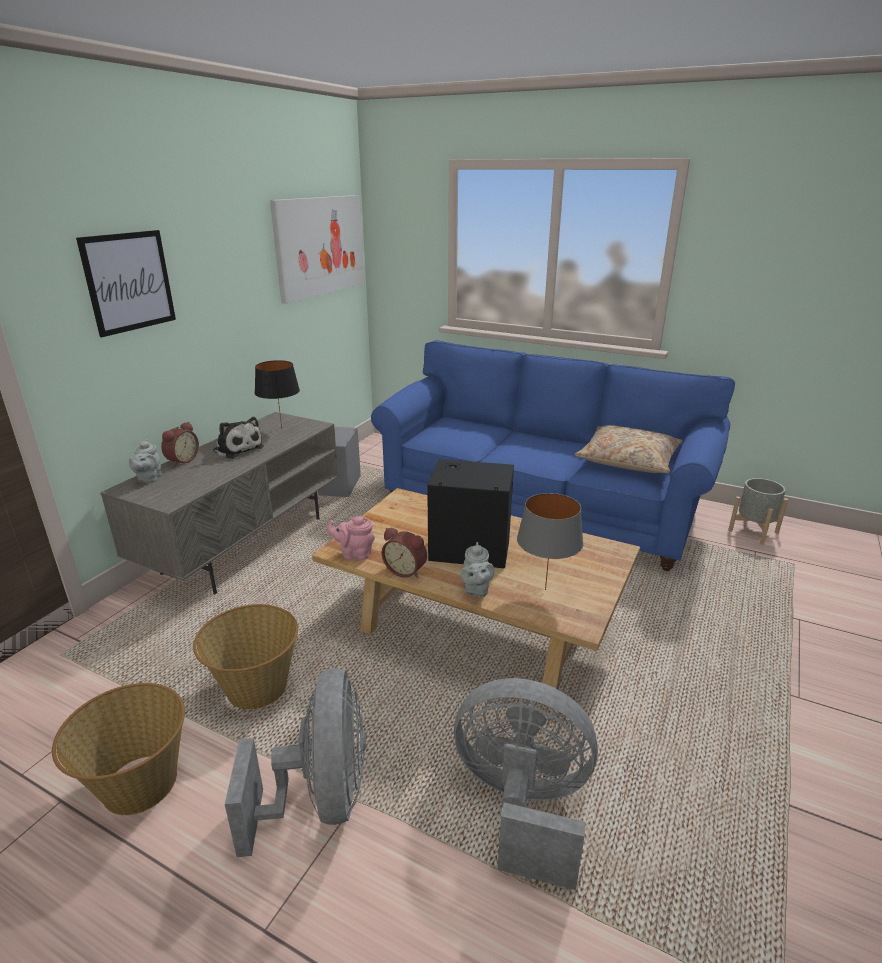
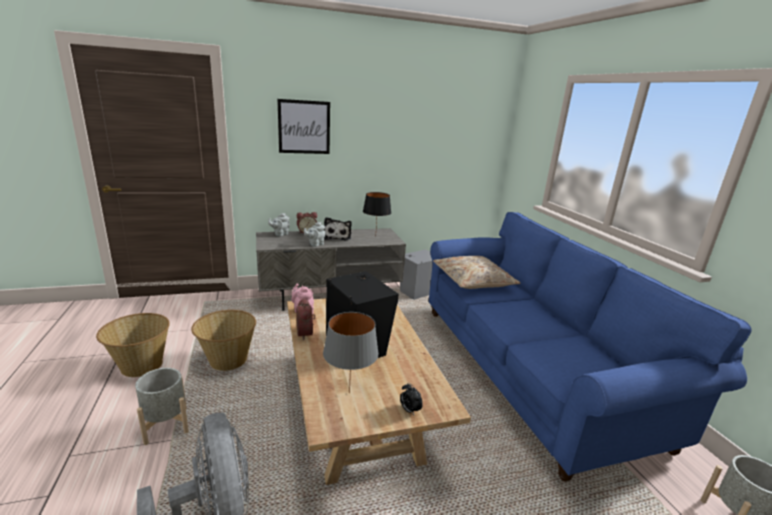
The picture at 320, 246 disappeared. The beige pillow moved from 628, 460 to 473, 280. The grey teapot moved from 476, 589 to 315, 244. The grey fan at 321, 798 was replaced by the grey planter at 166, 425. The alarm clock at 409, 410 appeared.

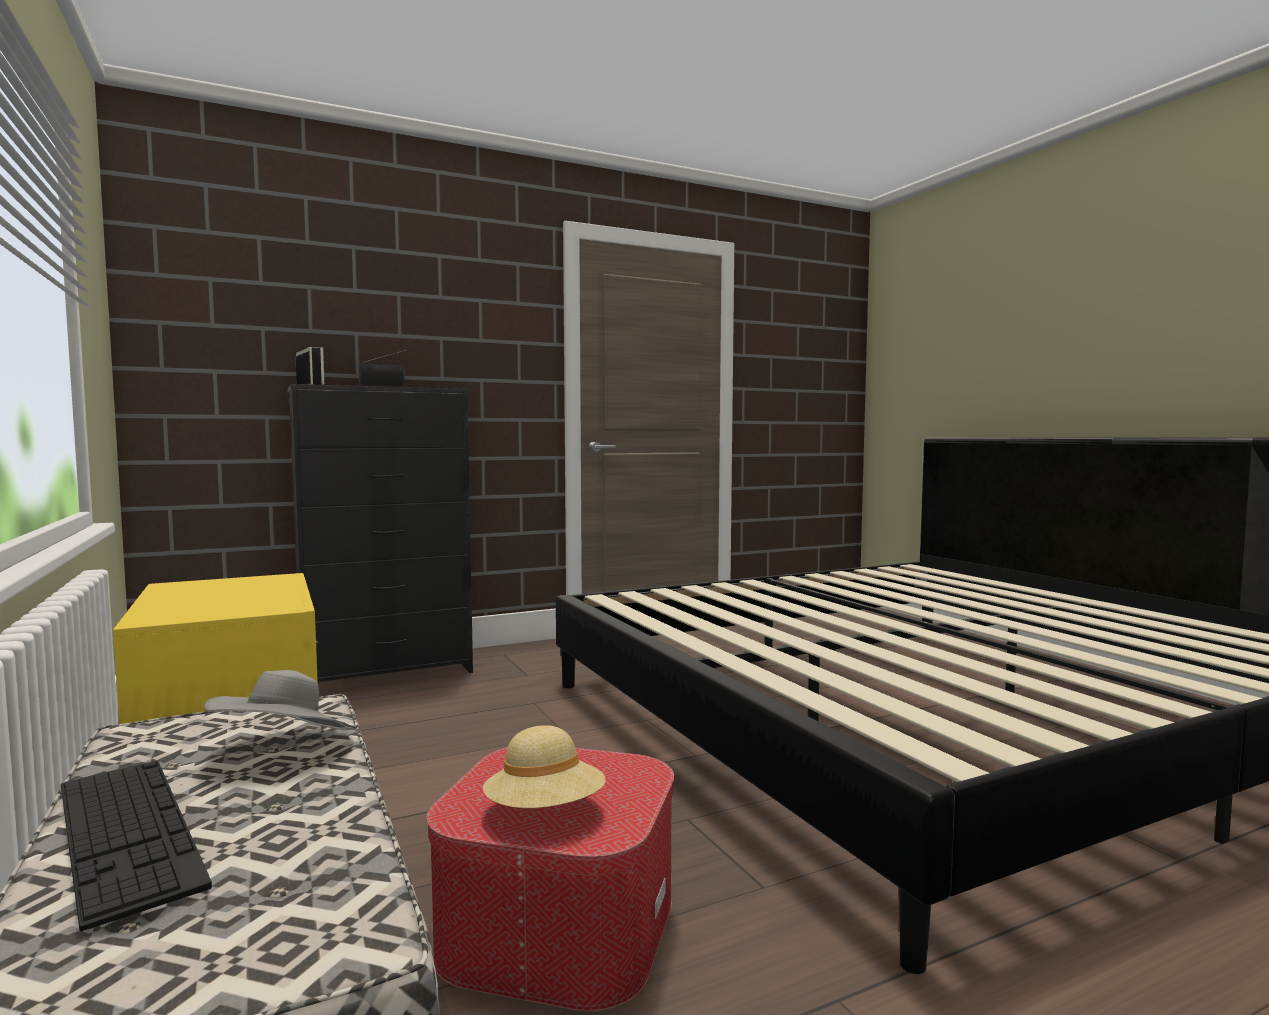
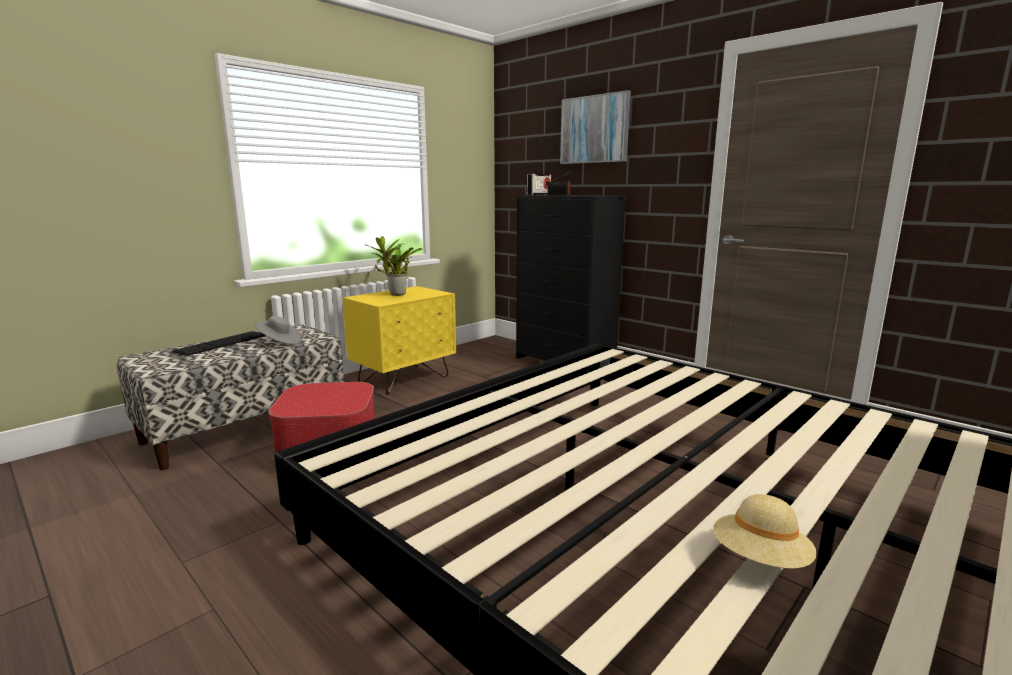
The beige hat moved from 545, 812 to 760, 560. The picture at 594, 129 appeared. The potted plant at 395, 295 appeared.

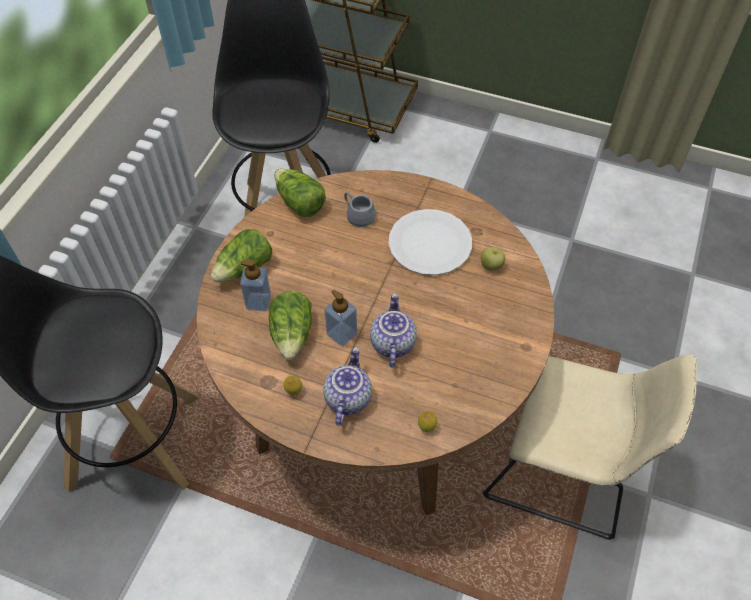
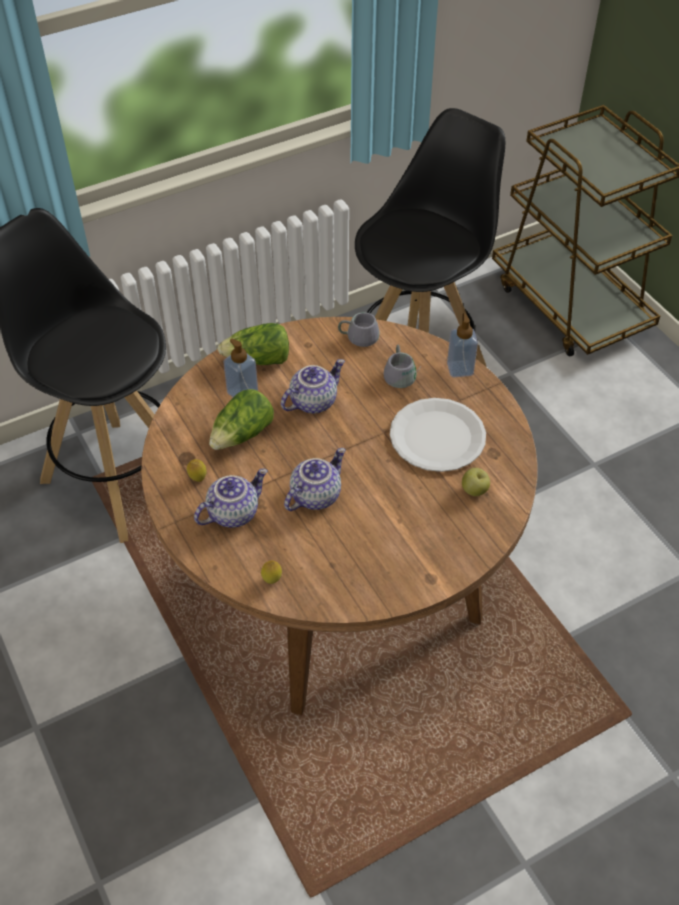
The lettuce at 299, 202 was replaced by the grey mug at 358, 334. The soap dispenser moved from 342, 334 to 460, 369. The beige chair at 566, 470 disappeared. The teapot at 313, 401 appeared.

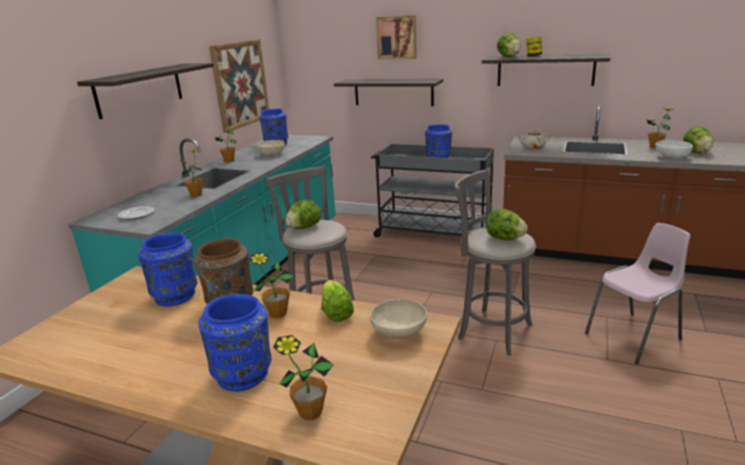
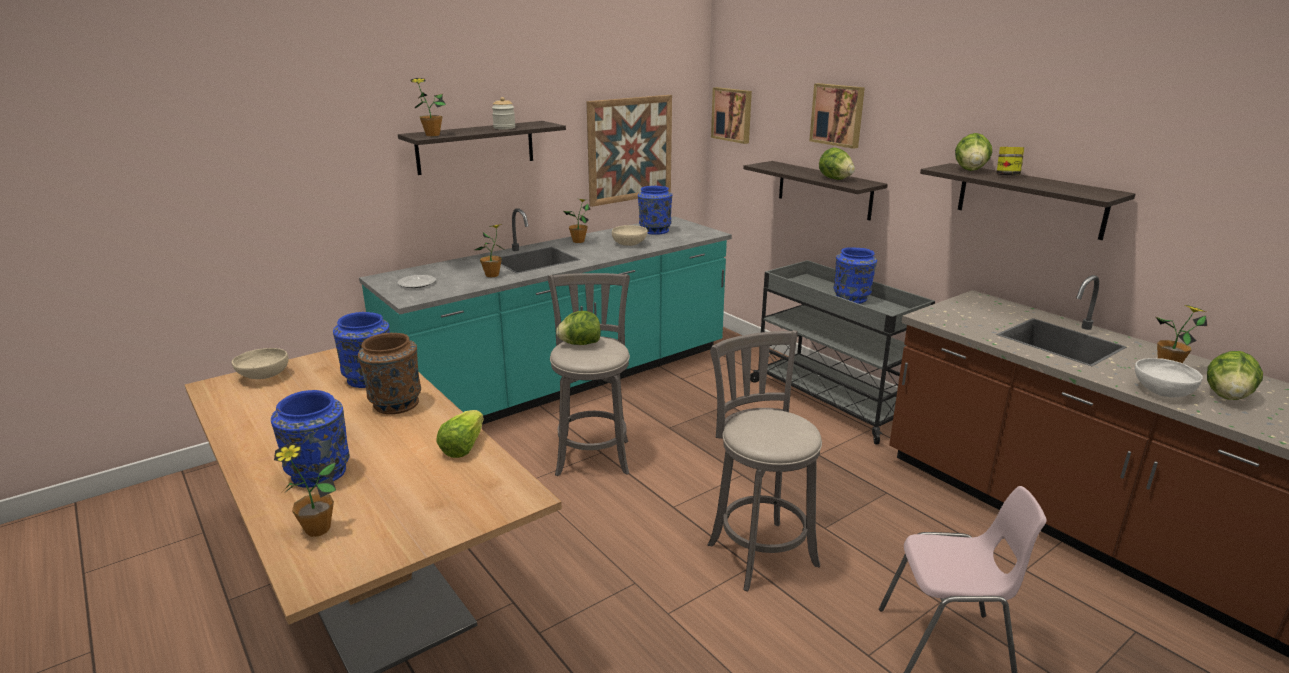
The beige teapot at 532, 147 disappeared. The lettuce moved from 505, 238 to 835, 179. The potted plant moved from 278, 314 to 432, 135. The beige bowl moved from 399, 333 to 263, 376. The picture at 732, 114 appeared. The jar at 504, 128 appeared.

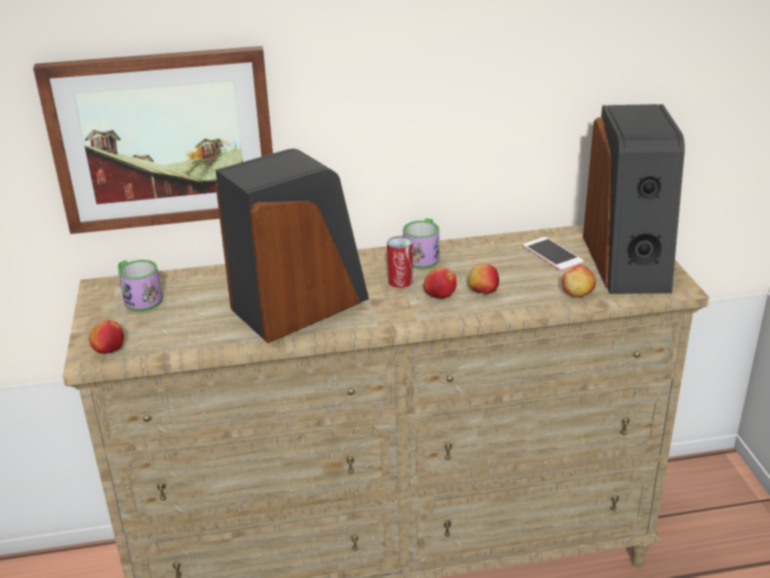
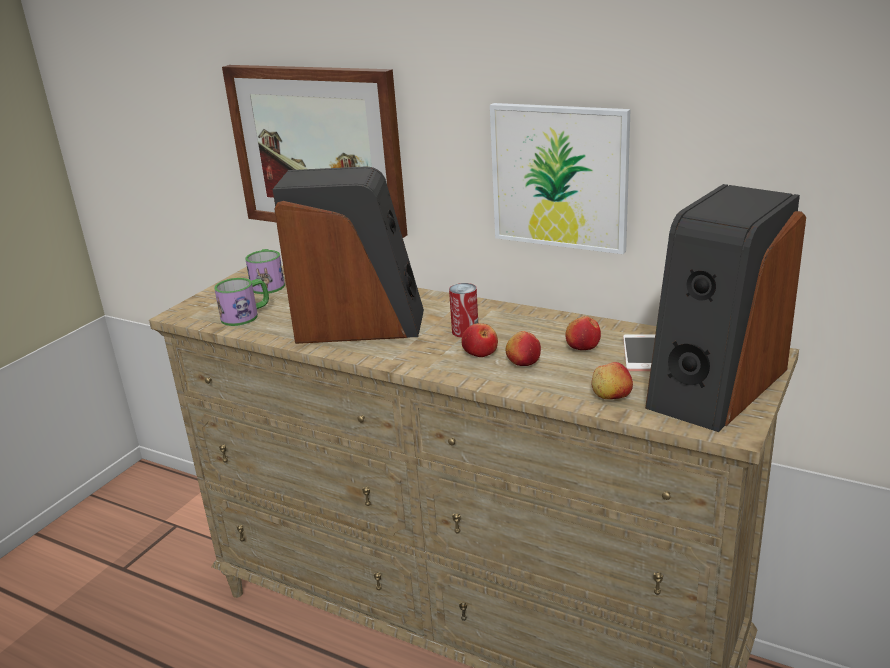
The mug moved from 423, 256 to 246, 315. The apple moved from 108, 349 to 582, 347. The picture at 559, 177 appeared.

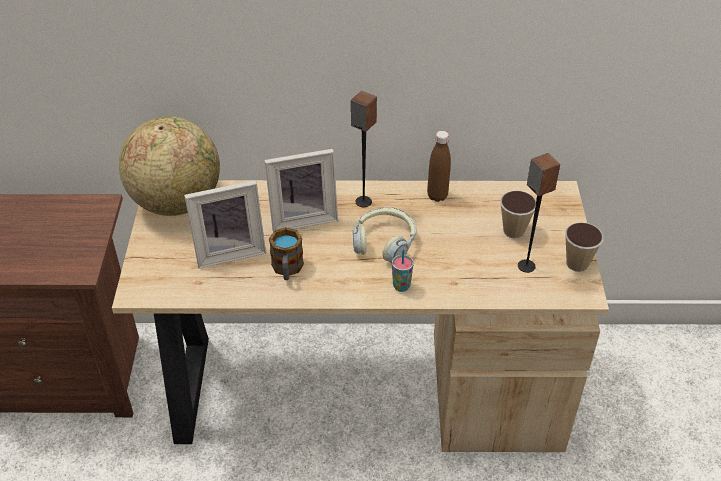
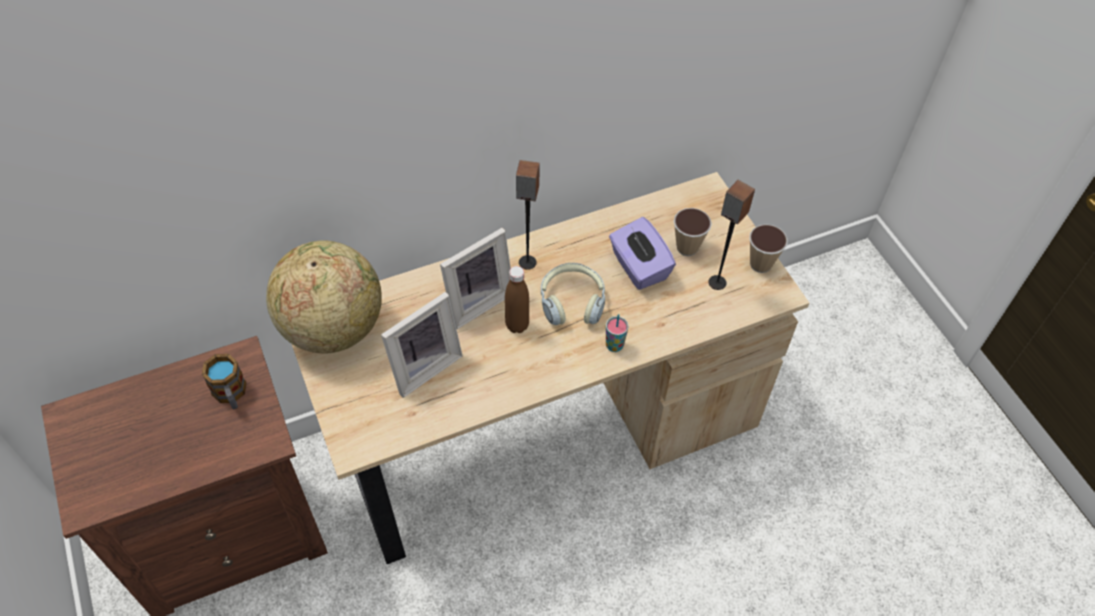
The brown bottle moved from 437, 196 to 517, 325. The mug moved from 287, 269 to 231, 395. The purple tissue box at 638, 267 appeared.

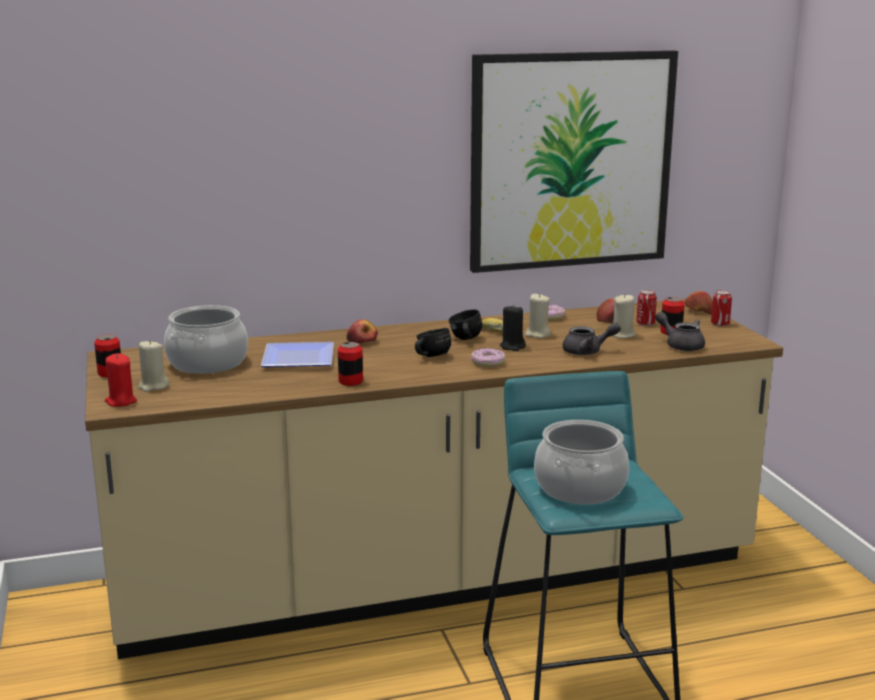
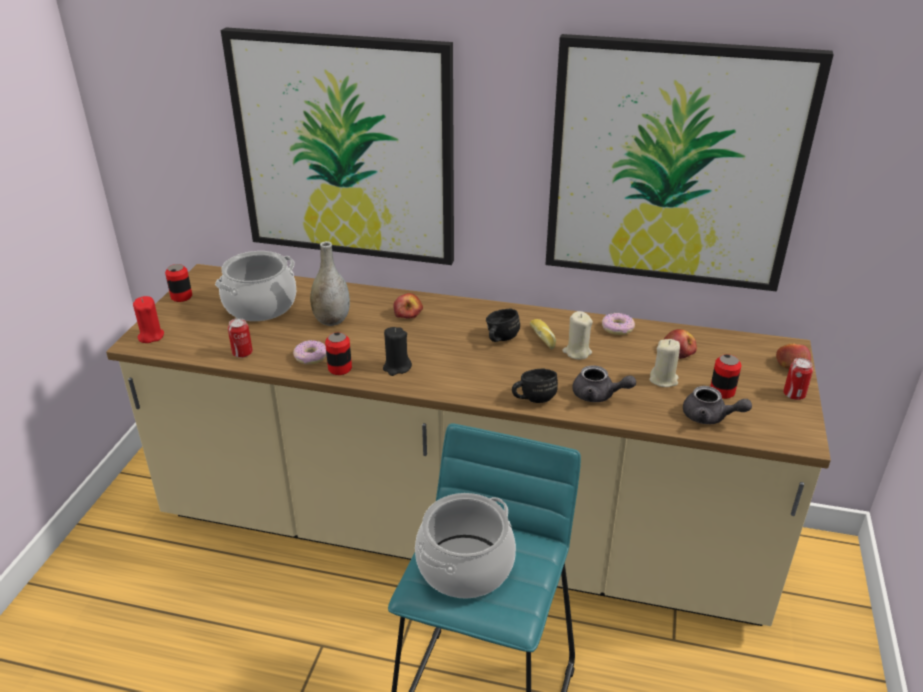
The can moved from 645, 323 to 242, 353. The black candle moved from 512, 346 to 396, 367. The grey teapot at 681, 345 turned 135 degrees clockwise. The black mug moved from 430, 357 to 533, 398. The beige candle at 153, 386 disappeared. The plate at 296, 358 was replaced by the grey vase at 332, 320. The donut moved from 488, 363 to 310, 357. The picture at 345, 149 appeared.

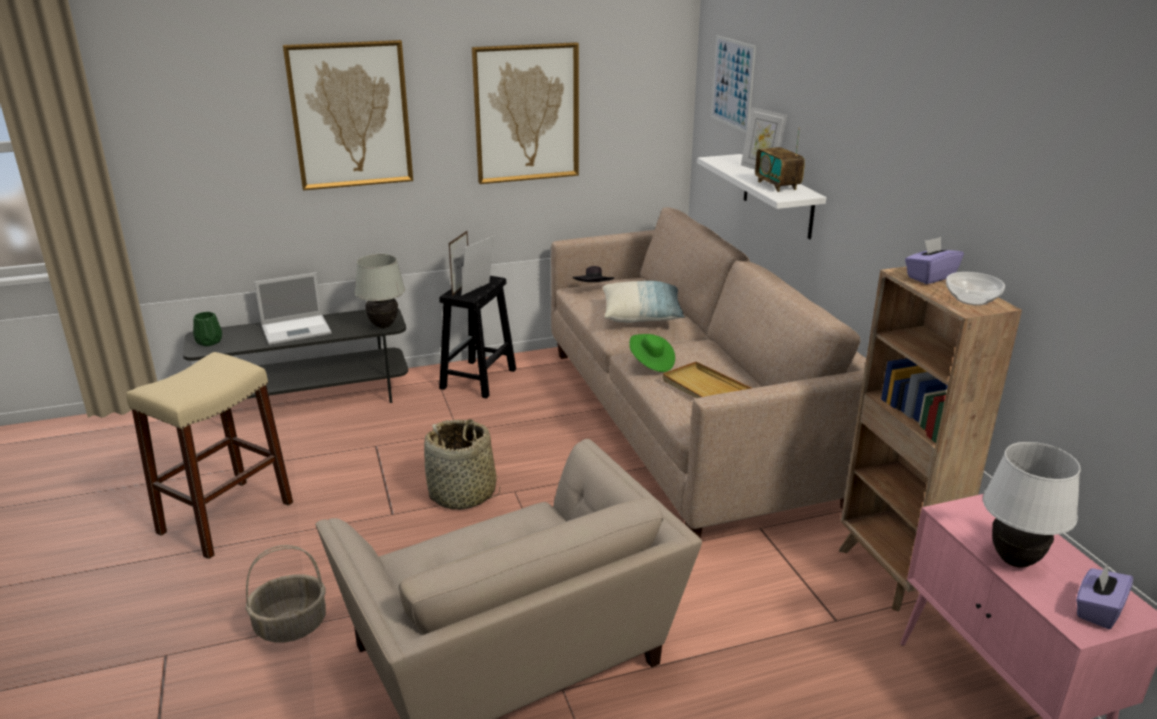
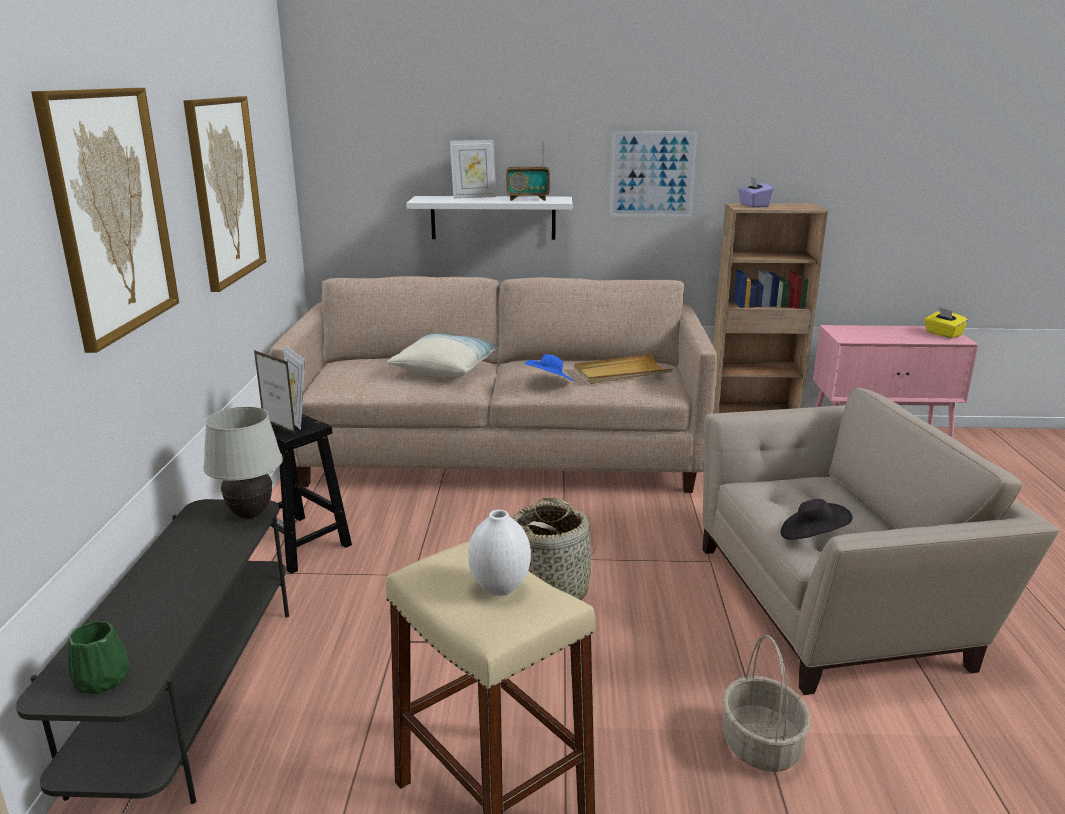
The picture moved from 732, 83 to 652, 174. The black hat moved from 593, 289 to 812, 537. The laptop at 297, 329 disappeared. The bowl at 970, 299 disappeared. The green hat at 651, 363 became the blue hat at 550, 383. The white table lamp at 1015, 561 disappeared. The purple tissue box at 1097, 610 became the yellow tissue box at 943, 334. The white vase at 499, 588 appeared.

